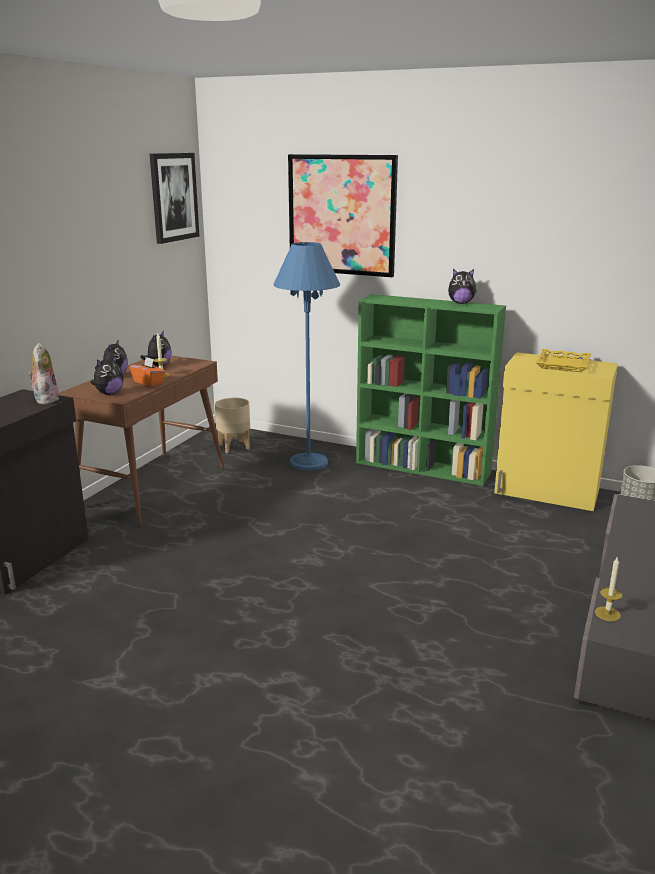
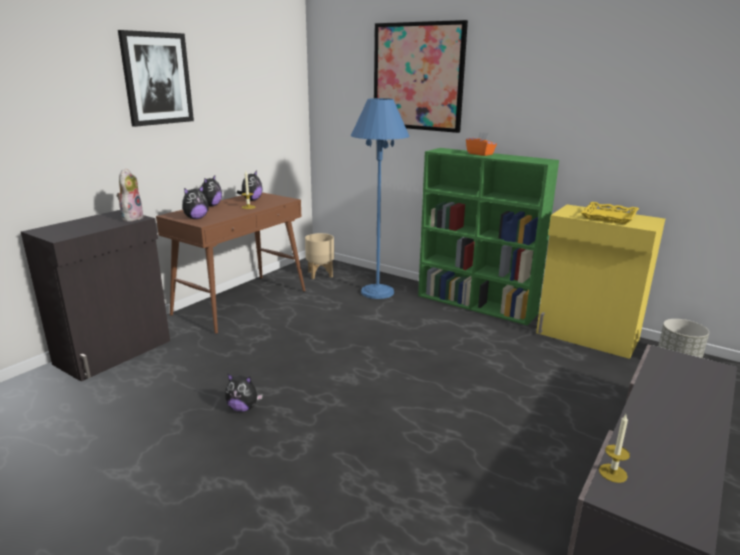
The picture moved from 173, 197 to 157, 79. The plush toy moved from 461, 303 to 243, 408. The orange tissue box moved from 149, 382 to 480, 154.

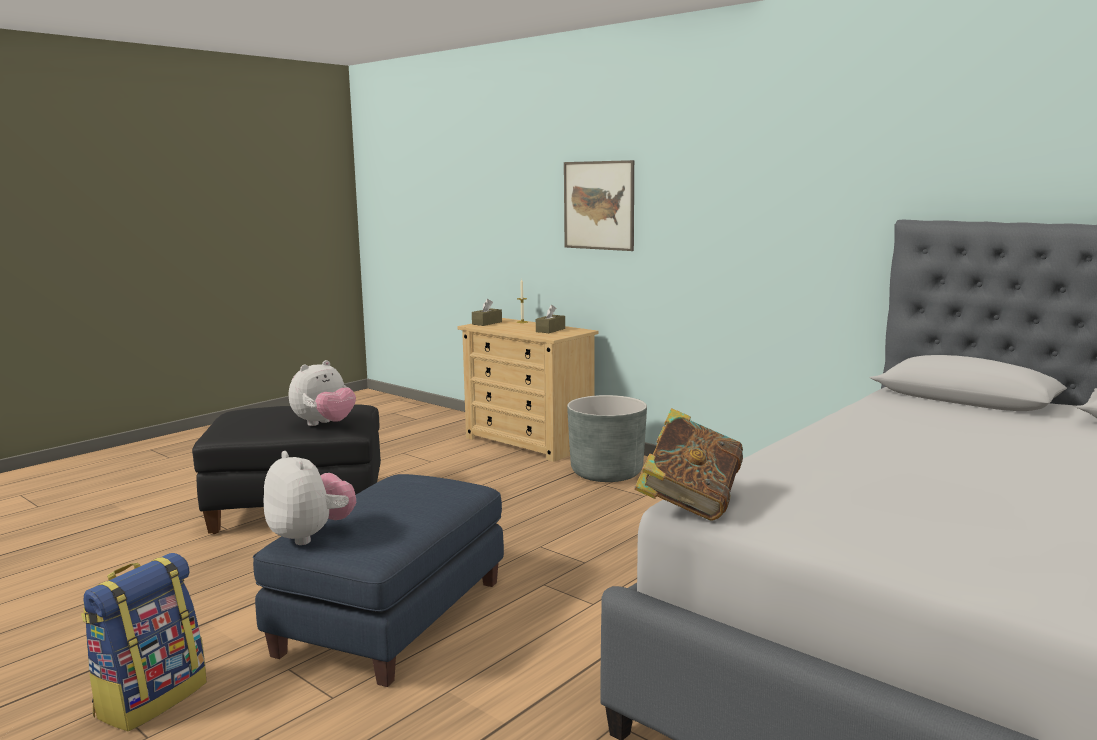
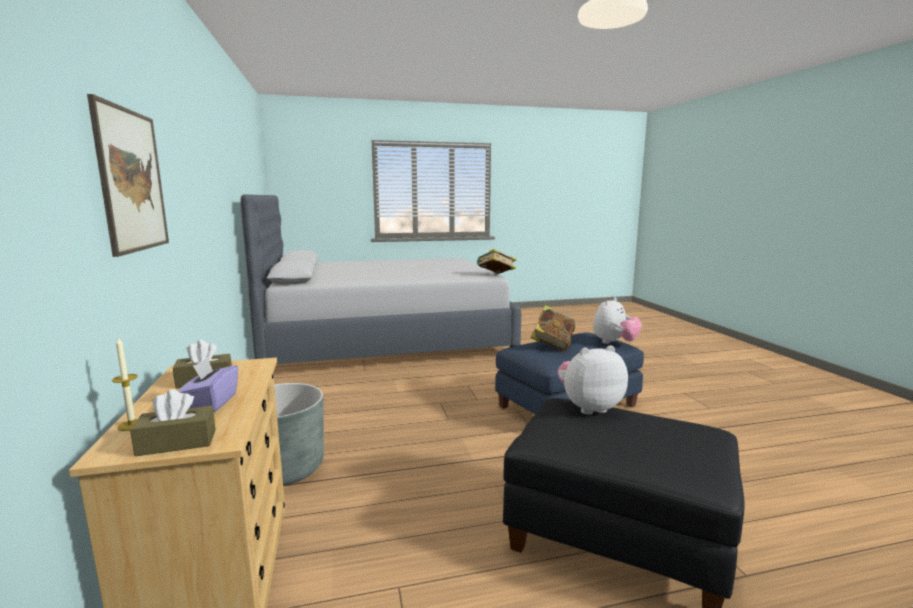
The plush toy at 310, 536 turned 135 degrees counterclockwise. The backpack at 151, 698 disappeared. The book at 552, 345 appeared. The purple tissue box at 211, 403 appeared.

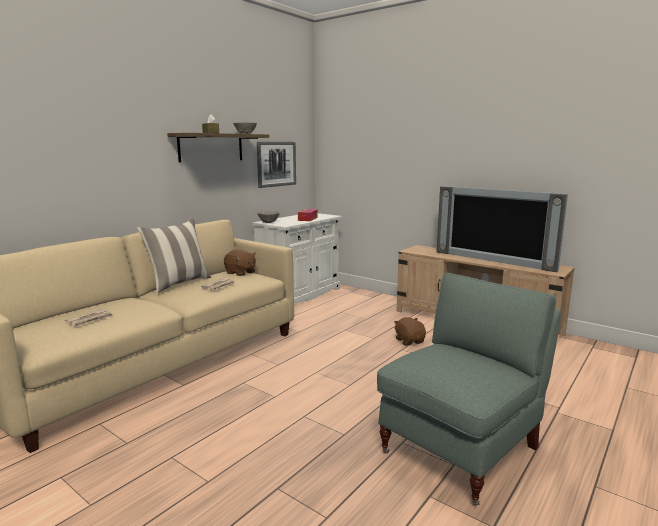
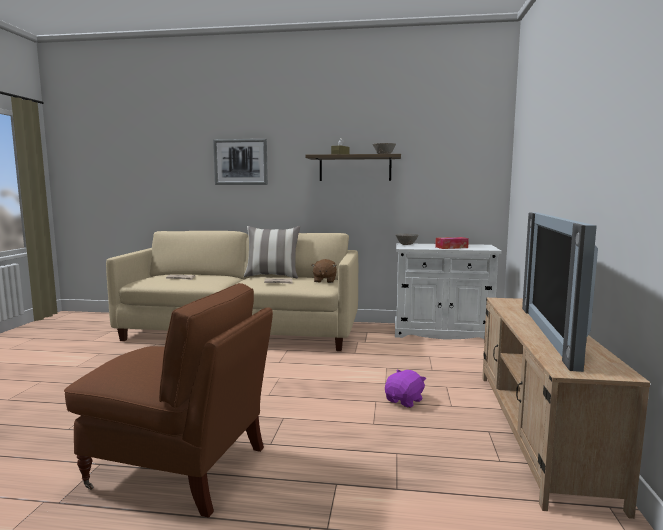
The picture moved from 276, 164 to 240, 162. The grey armchair at 461, 450 became the brown armchair at 180, 468. The brown plush toy at 409, 341 became the purple plush toy at 404, 401.

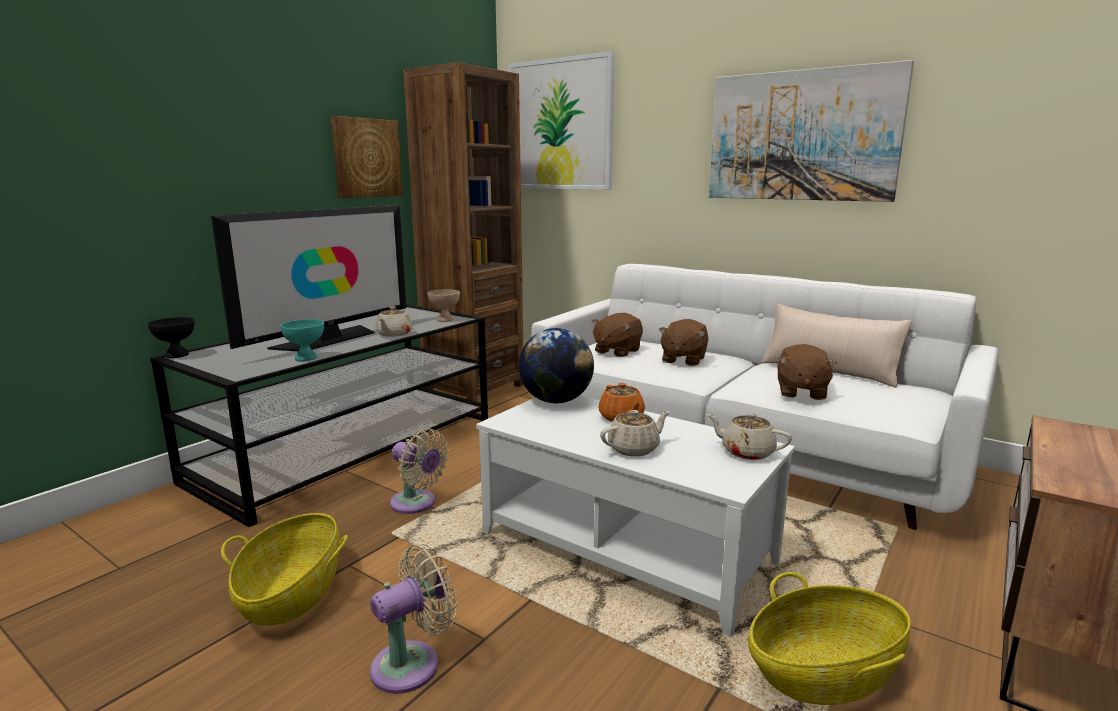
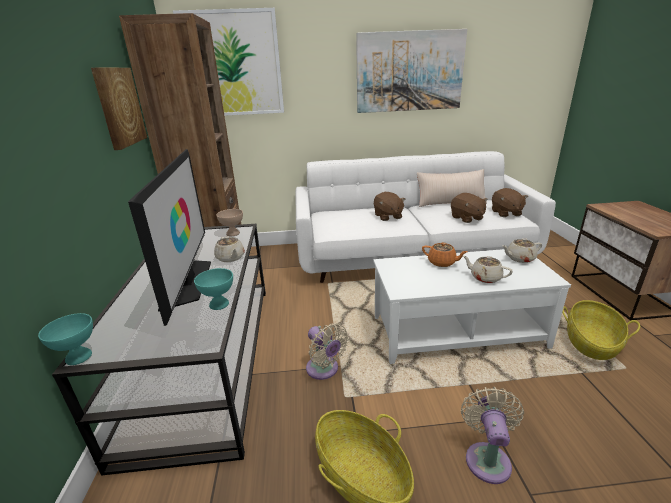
The brown plush toy moved from 616, 351 to 505, 213. The black bowl at 176, 355 became the turquoise bowl at 78, 358. The globe at 556, 401 disappeared. The beige teapot at 634, 449 turned 75 degrees counterclockwise. The beige fan at 416, 504 turned 60 degrees clockwise.

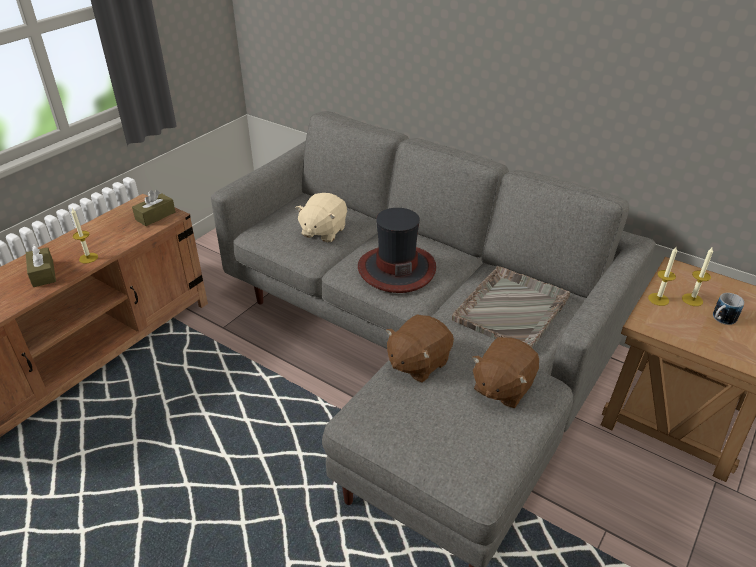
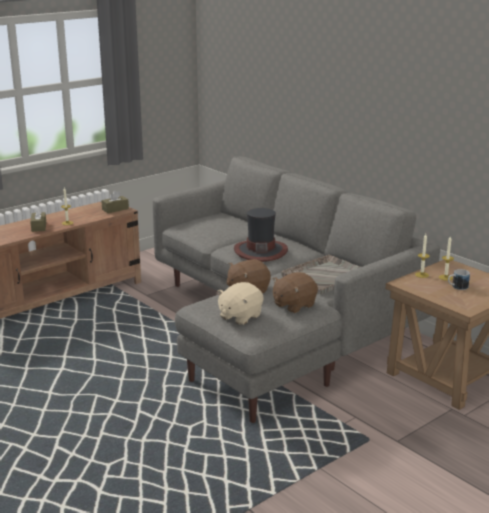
The beige plush toy moved from 323, 231 to 239, 316.

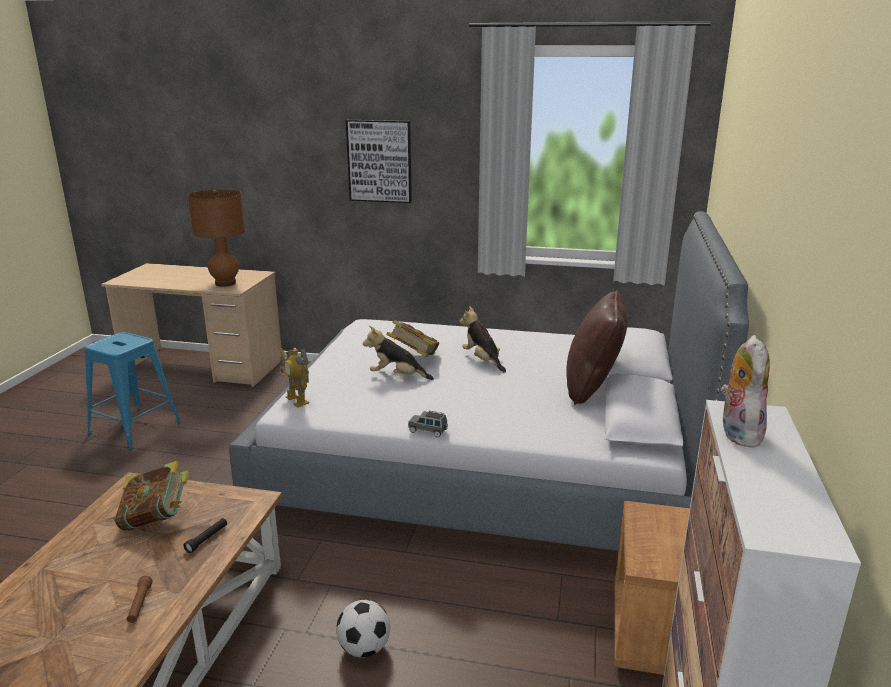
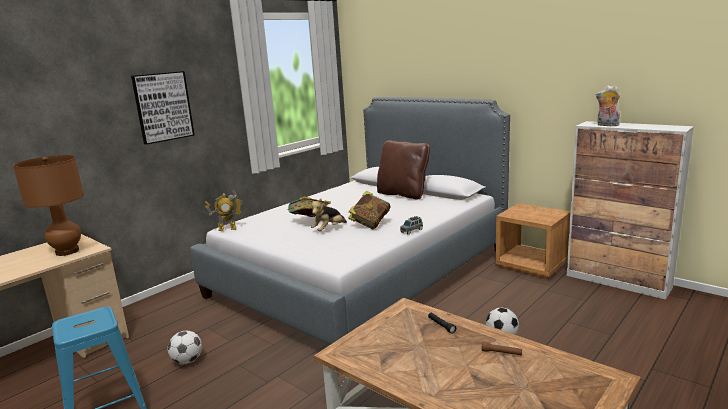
The plush toy at 482, 360 disappeared. The toy robot moved from 297, 400 to 227, 228. The book moved from 157, 519 to 370, 224. The football at 187, 361 appeared.

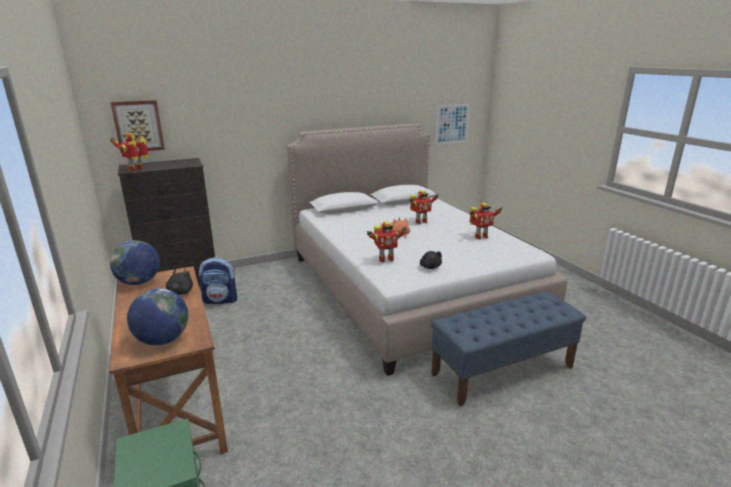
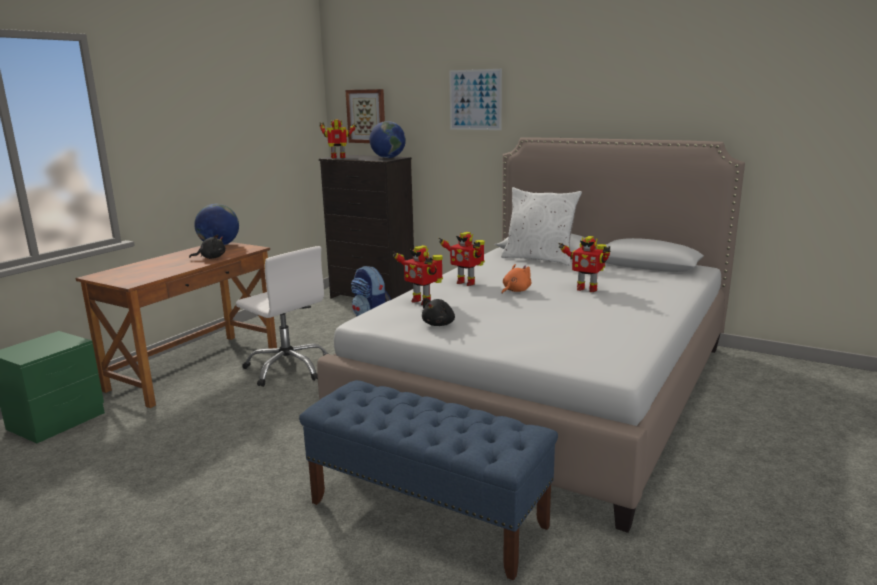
The picture moved from 452, 124 to 475, 100. The toy robot moved from 480, 237 to 465, 282. The globe moved from 162, 340 to 388, 158. The white pillow at 539, 259 appeared. The white office chair at 288, 368 appeared.

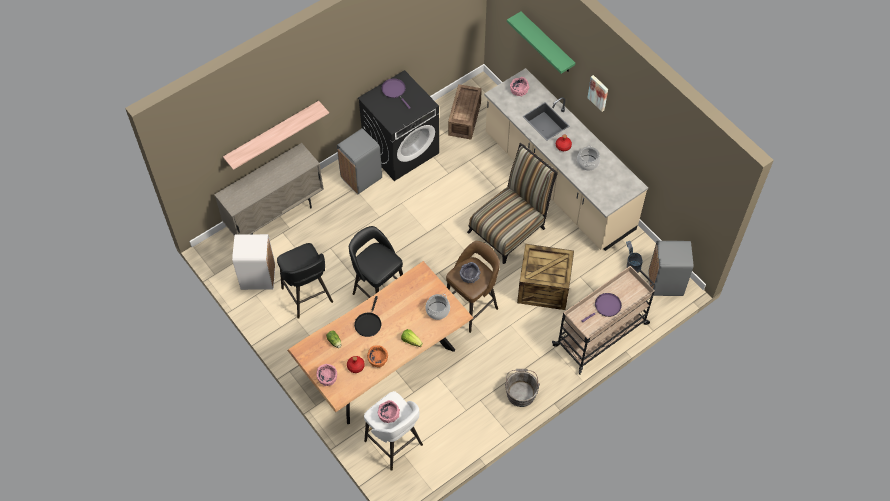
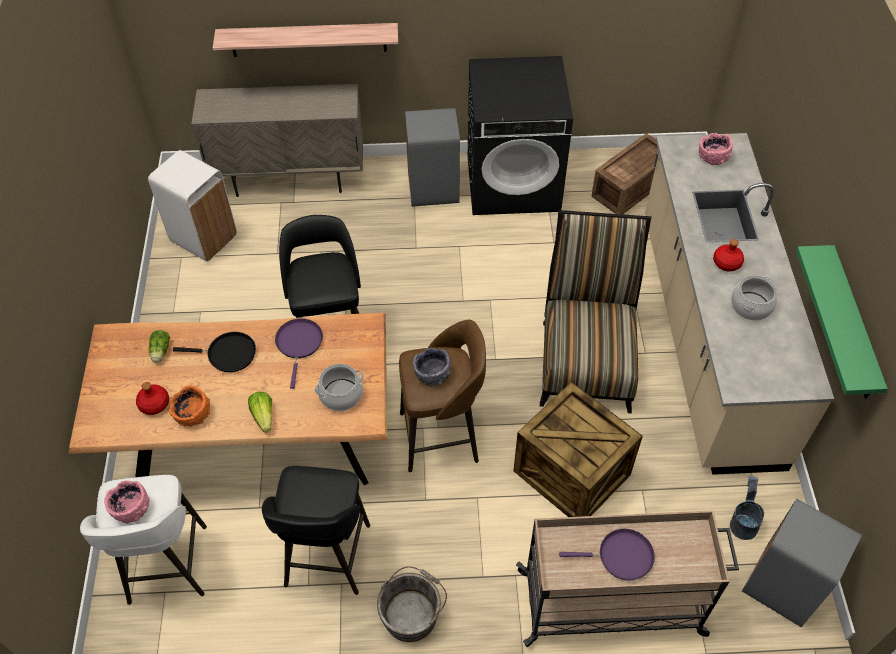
The green shelf moved from 547, 43 to 852, 326. The picture at 598, 92 disappeared. The purple frying pan moved from 394, 91 to 299, 344. The chair at 510, 227 turned 75 degrees counterclockwise. The black stool moved from 308, 296 to 326, 558. The black frying pan at 368, 323 turned 135 degrees counterclockwise. The pink bowl at 327, 378 disappeared.

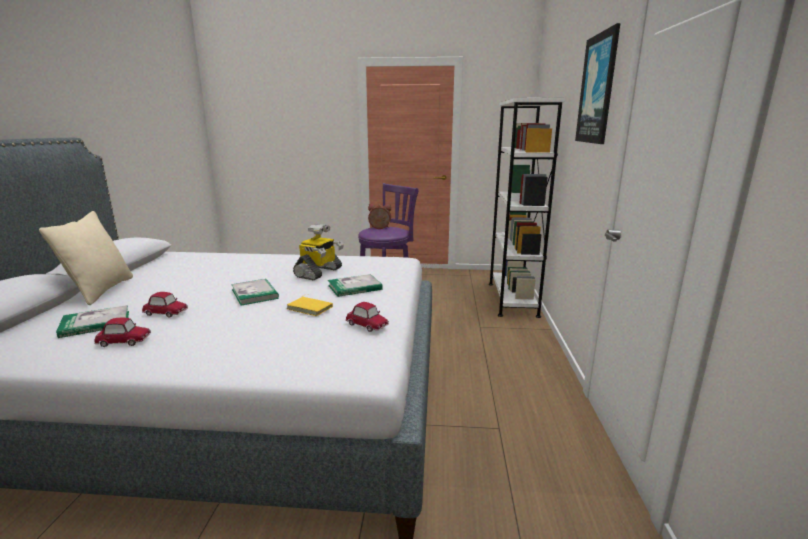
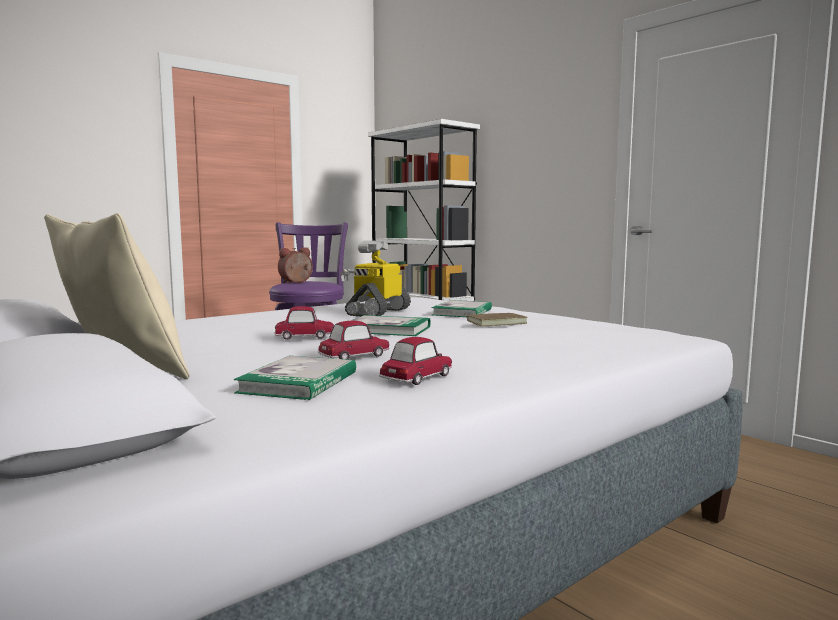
The picture at 598, 89 disappeared. The toy robot at 319, 273 turned 135 degrees counterclockwise. The yellow book at 311, 308 became the brown book at 496, 322. The toy car moved from 367, 325 to 304, 336.

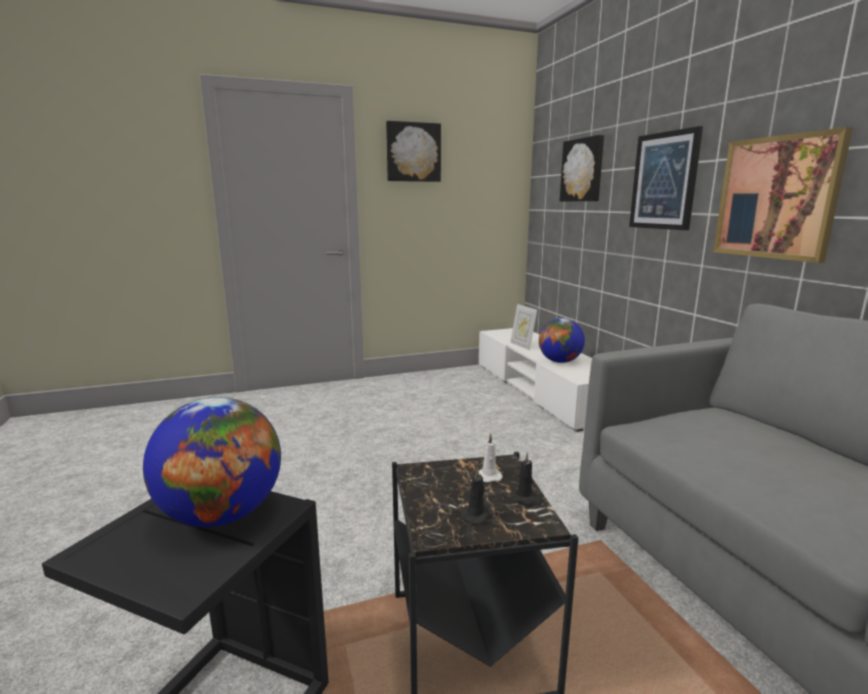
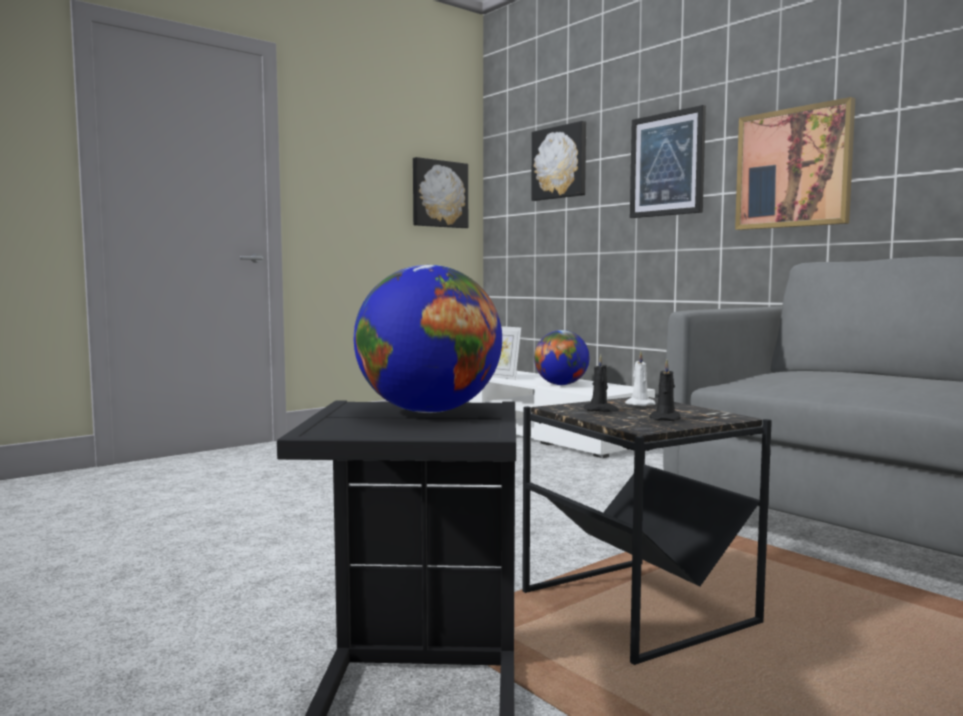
The picture moved from 413, 152 to 439, 194. The black candle moved from 525, 499 to 601, 410.

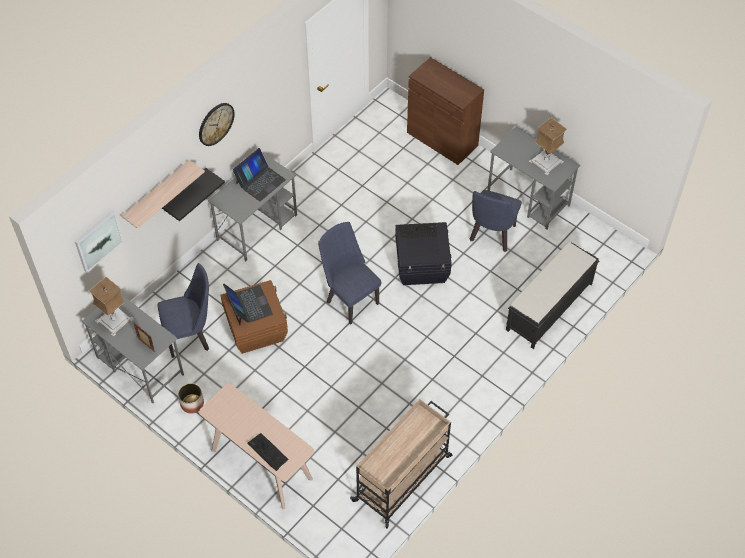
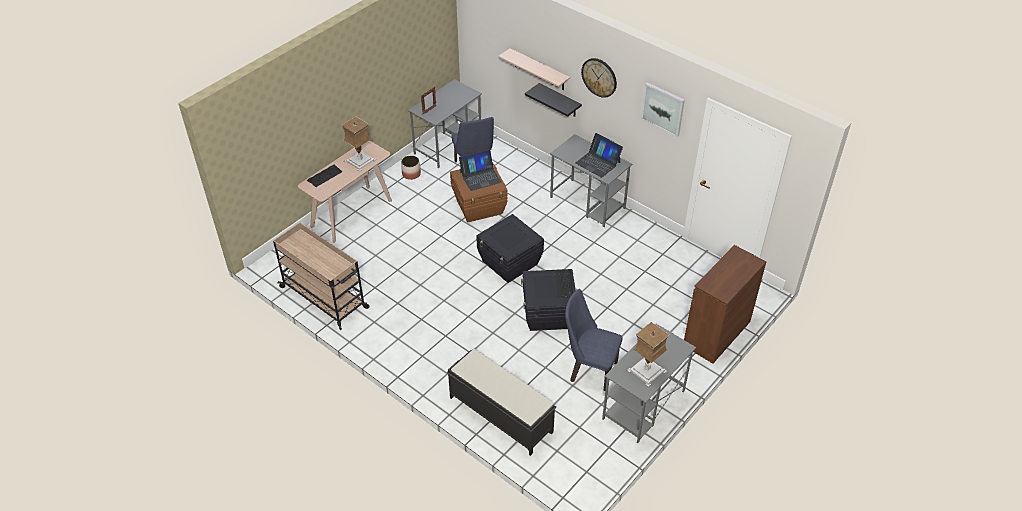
The picture moved from 98, 240 to 663, 109. The blue chair at 349, 299 was replaced by the black storage box at 510, 263. The table lamp moved from 115, 320 to 360, 161.

